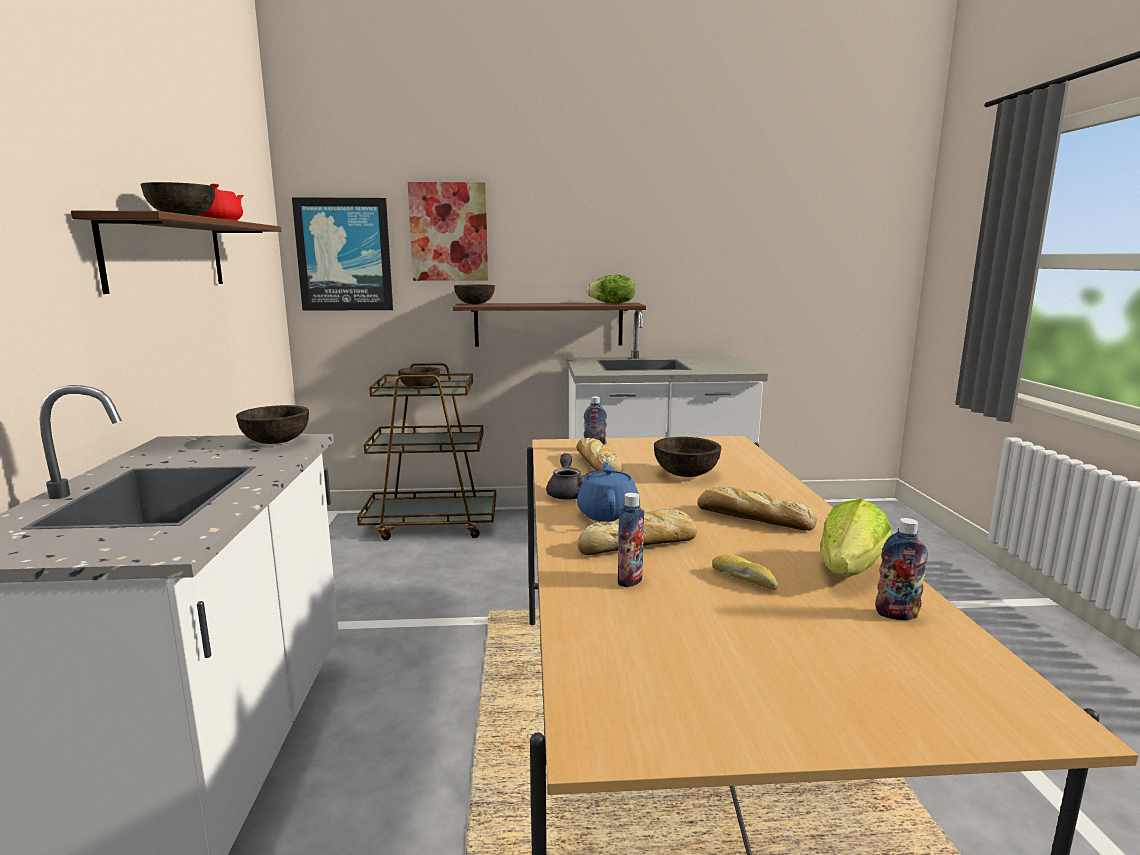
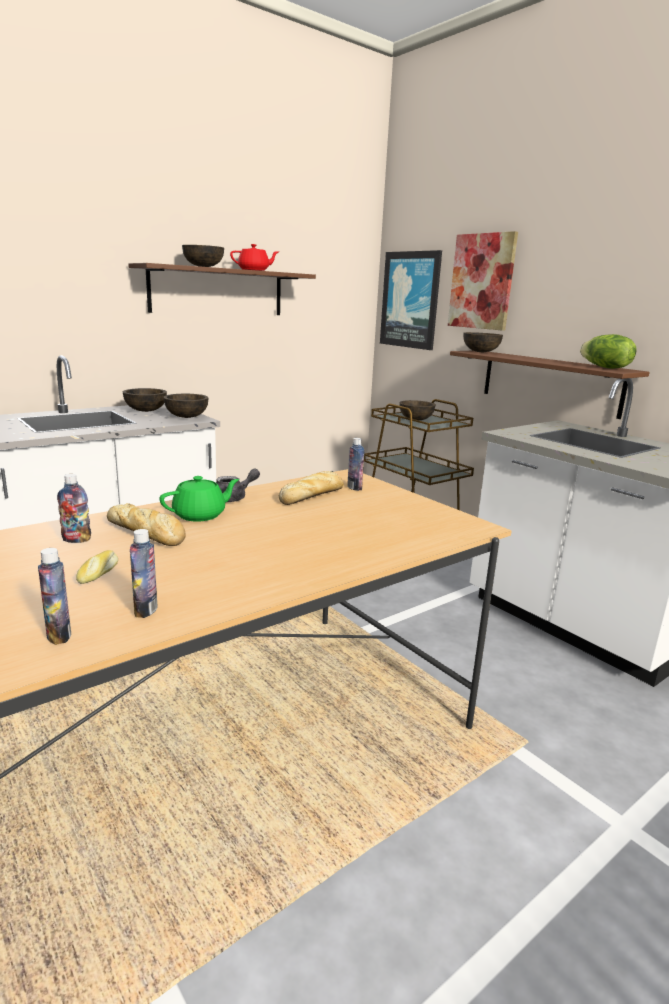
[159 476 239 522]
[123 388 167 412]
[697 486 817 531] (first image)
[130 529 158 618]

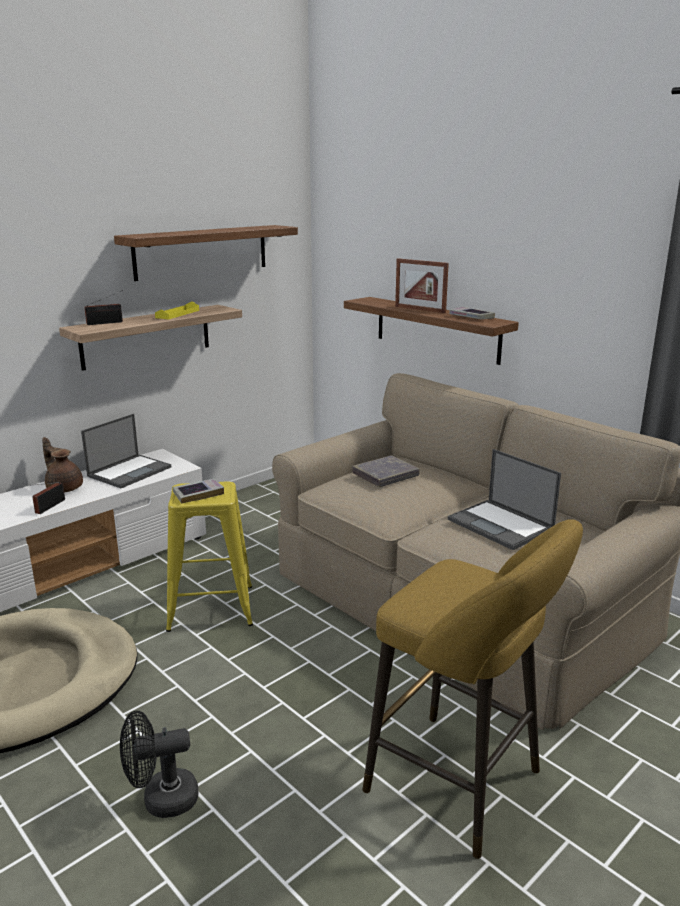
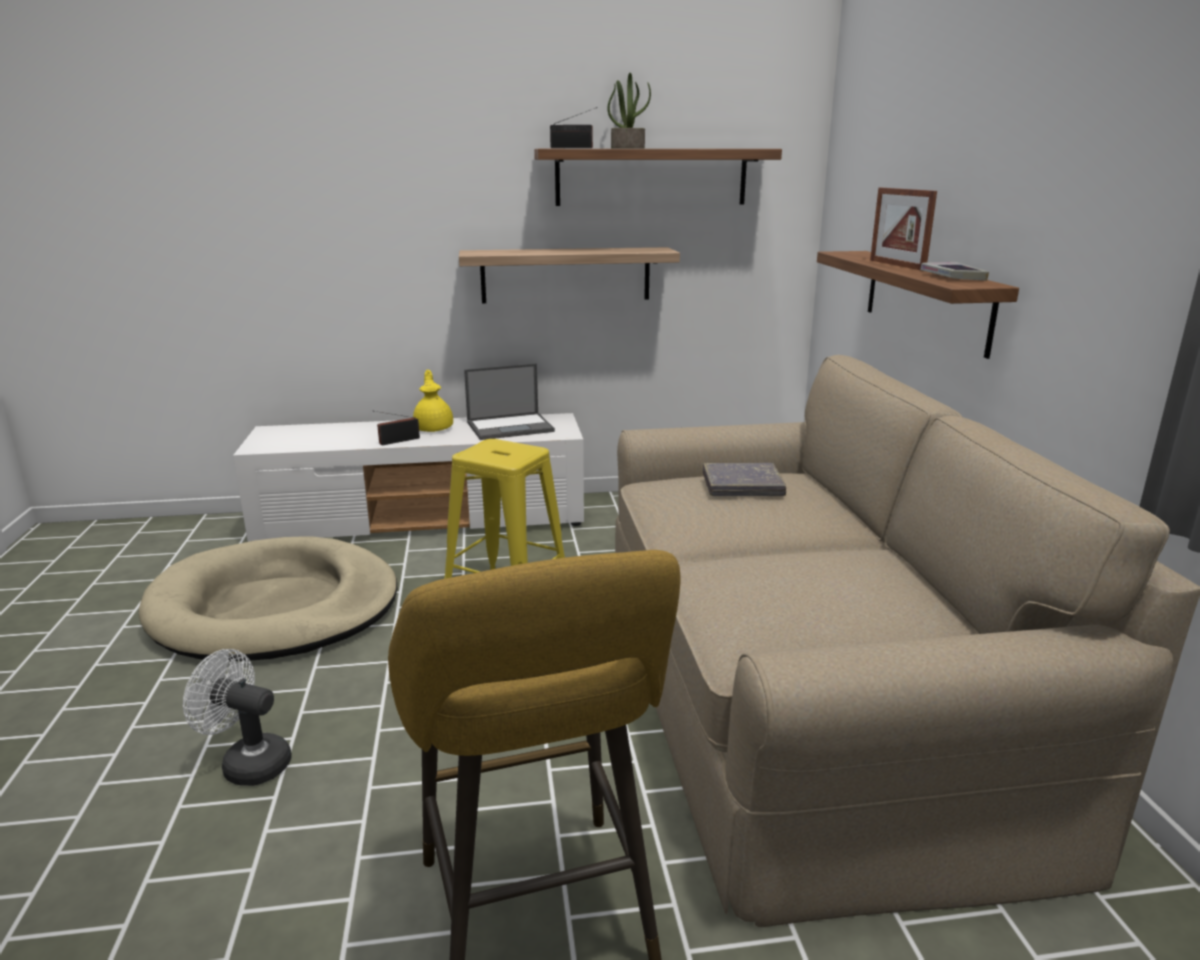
[413 370 453 432]
[550 107 597 148]
[183 649 291 786]
[155 301 199 319] (first image)
[173 478 224 504] (first image)
[448 449 561 550] (first image)
[607 73 651 149]

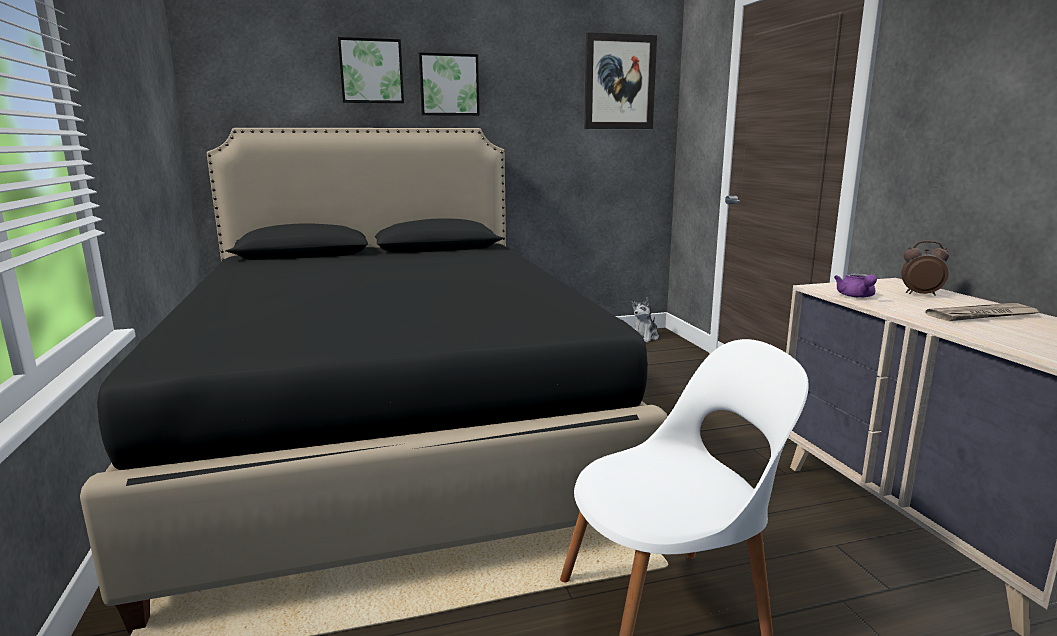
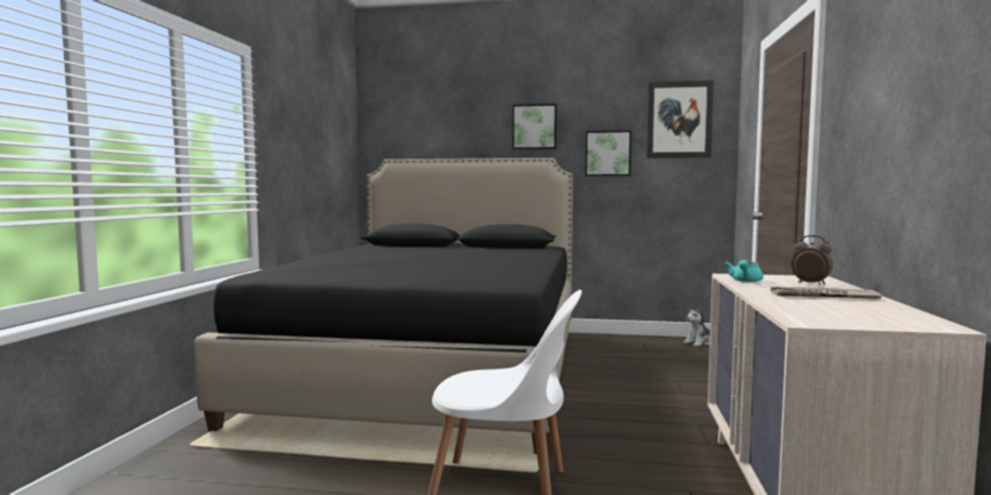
[585 130 632 176]
[725 260 763 282]

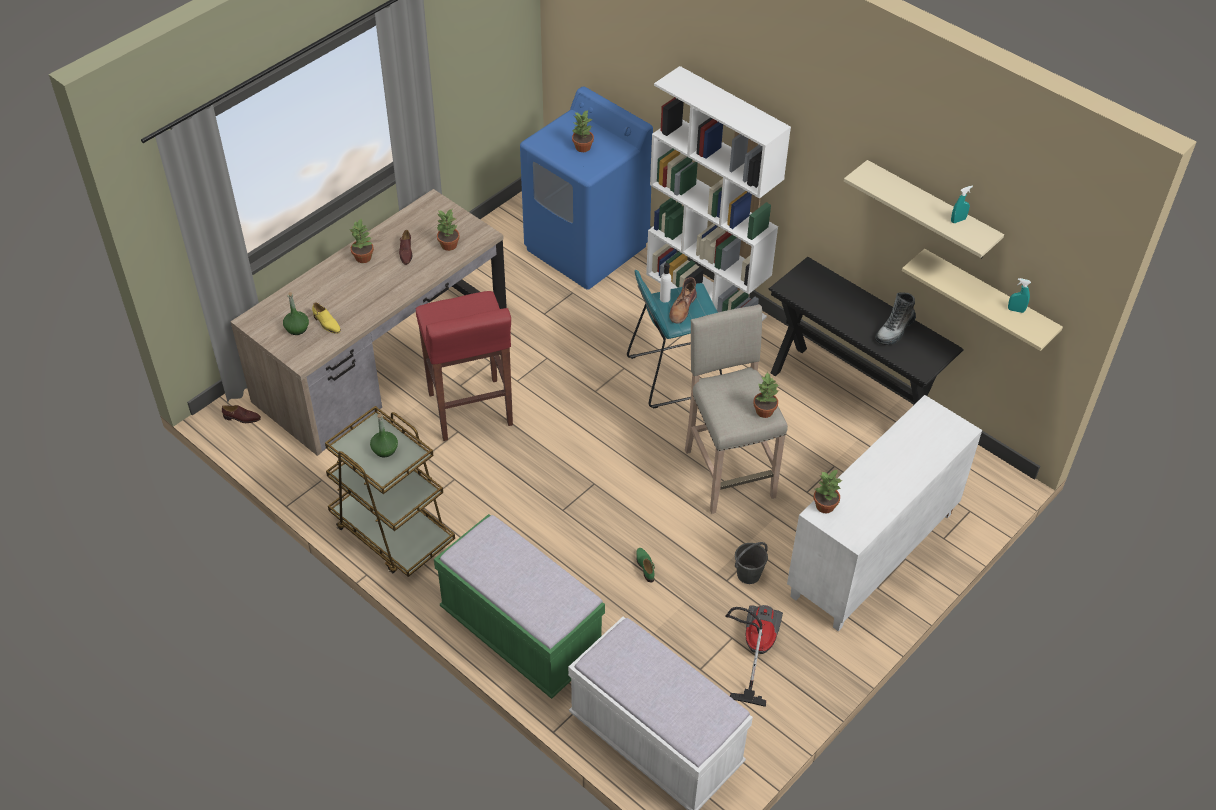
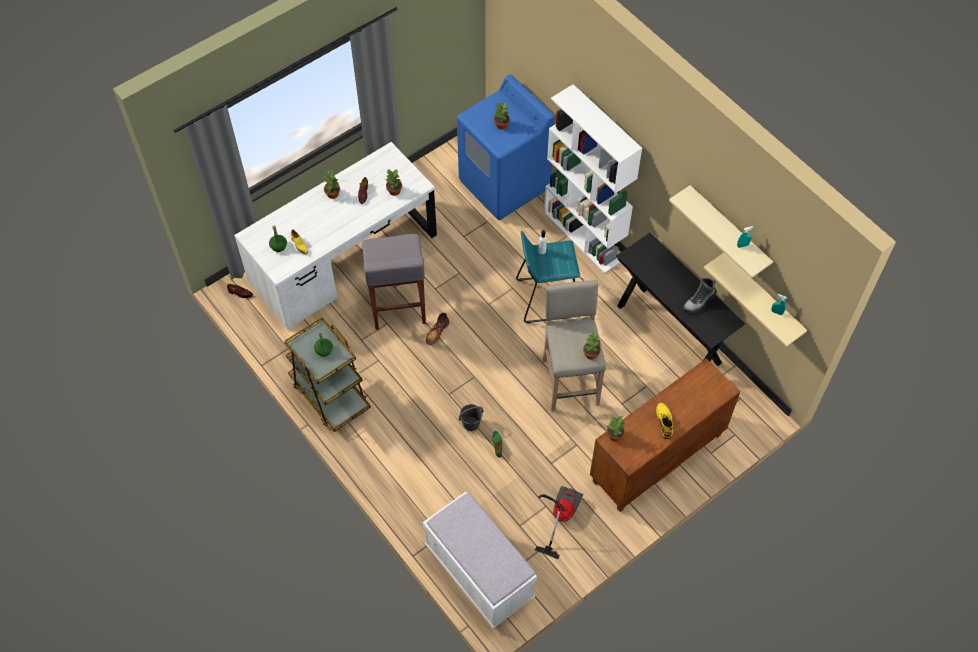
[234 142 437 330]
[362 234 426 330]
[434 514 605 699] (first image)
[426 313 449 345]
[459 404 483 431]
[590 358 740 512]
[656 403 673 439]

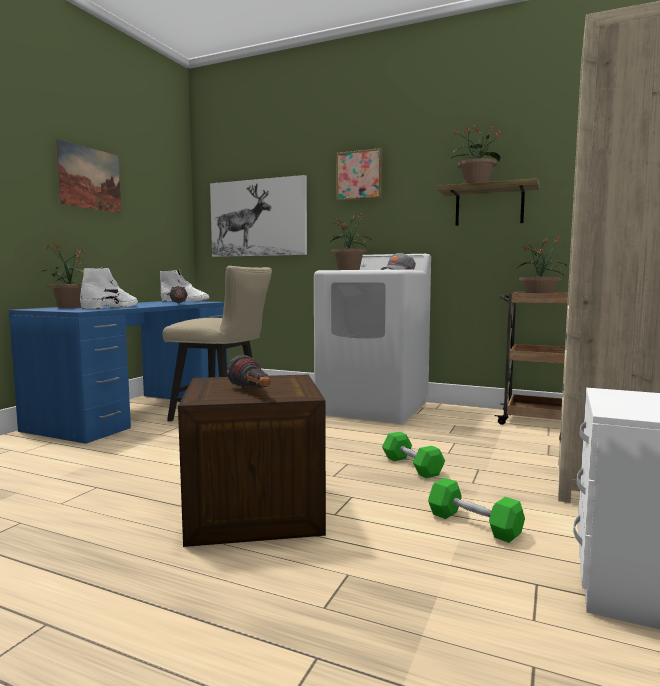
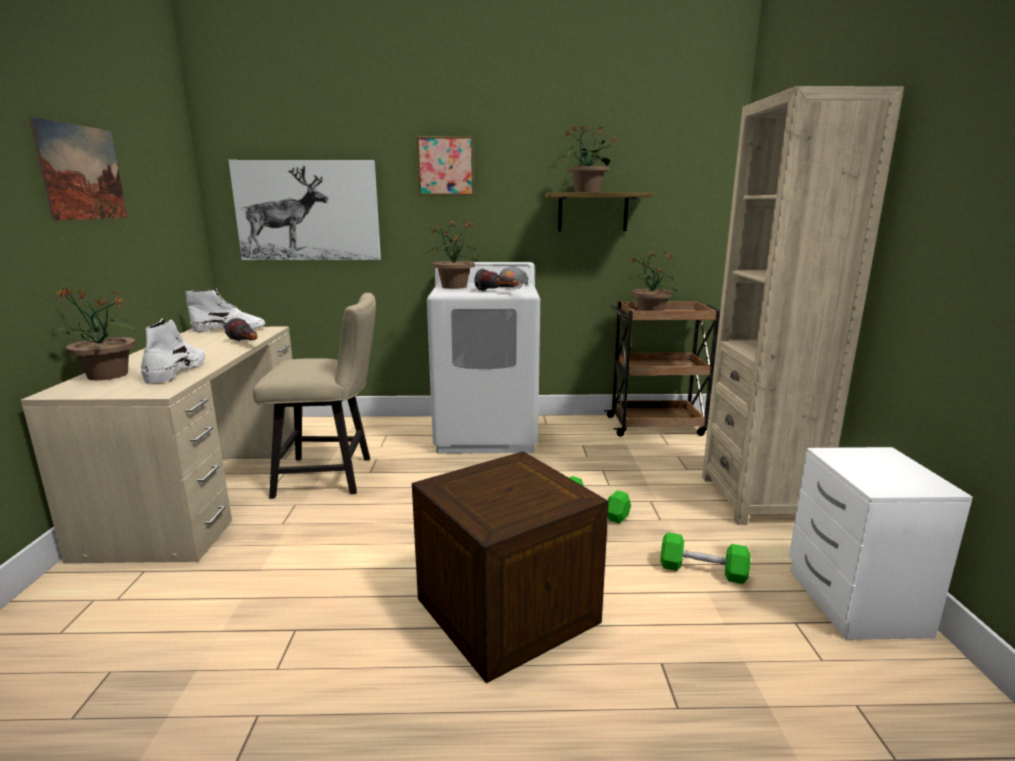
[21 327 295 563]
[474 269 519 291]

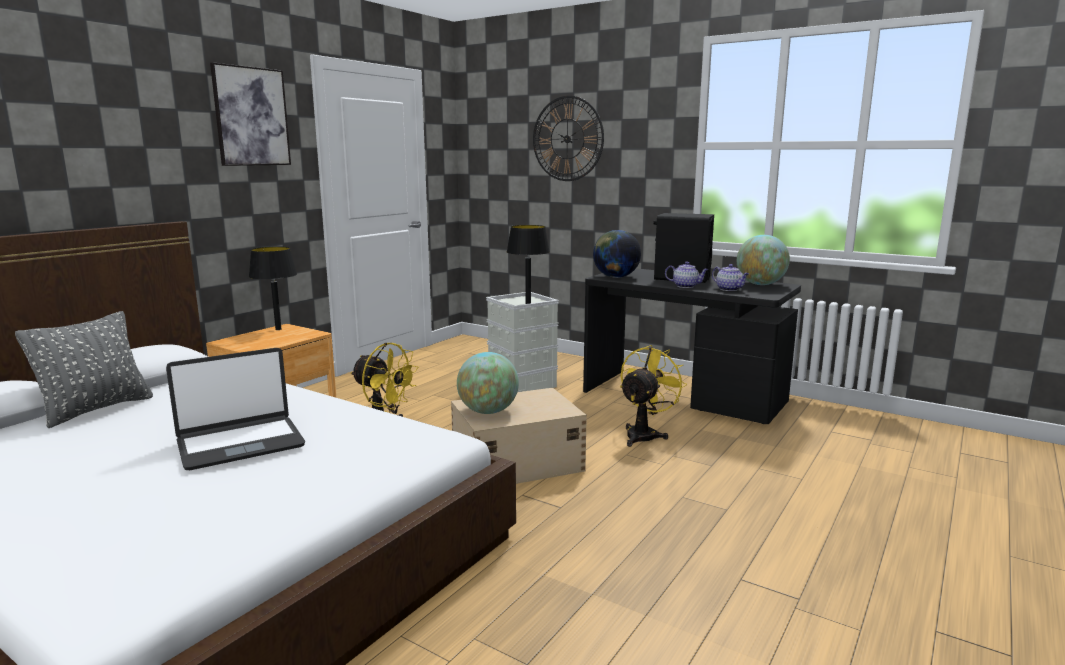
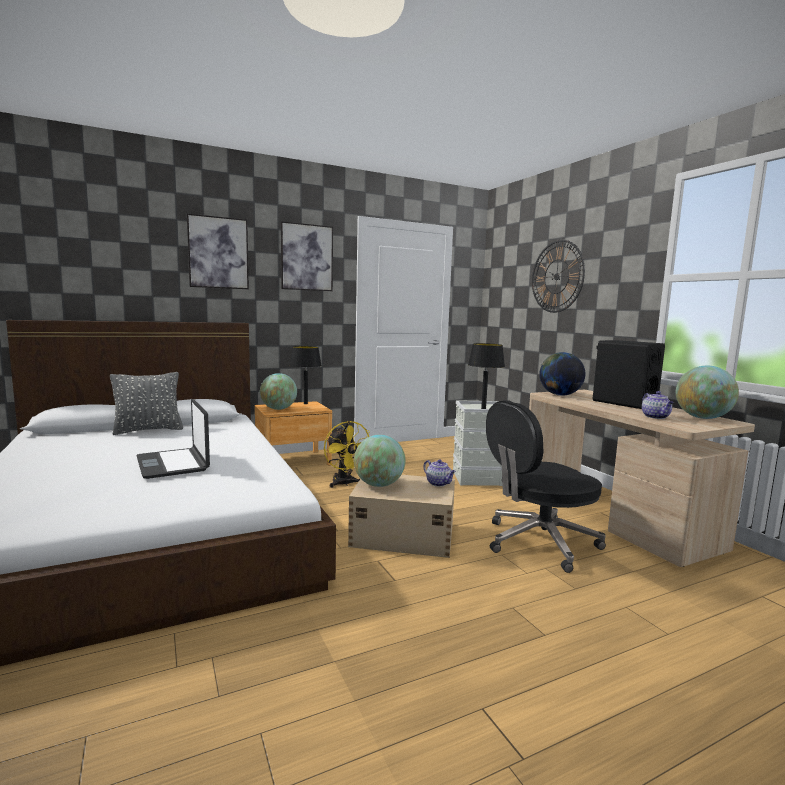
[136 399 210 479]
[529 390 755 567]
[486 400 606 573]
[423 459 456 487]
[187 213 249 289]
[260 373 297 410]

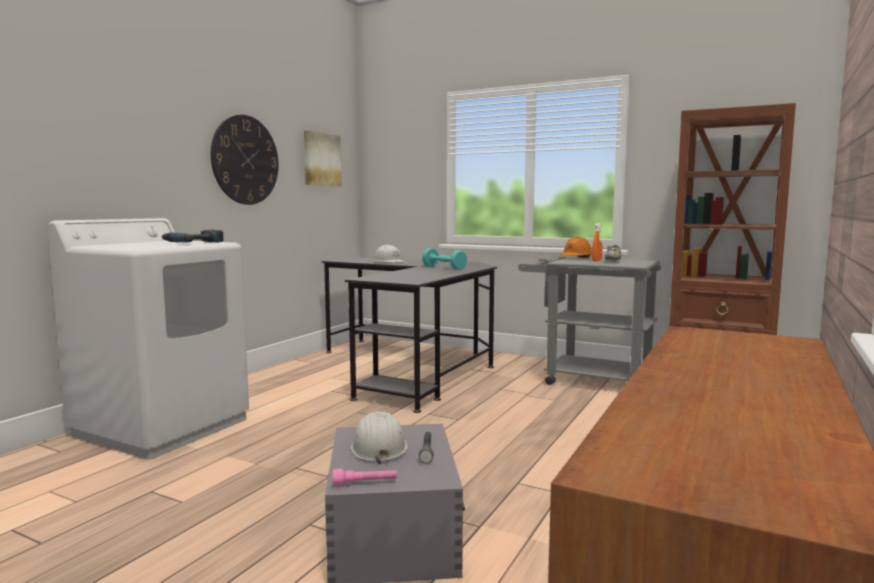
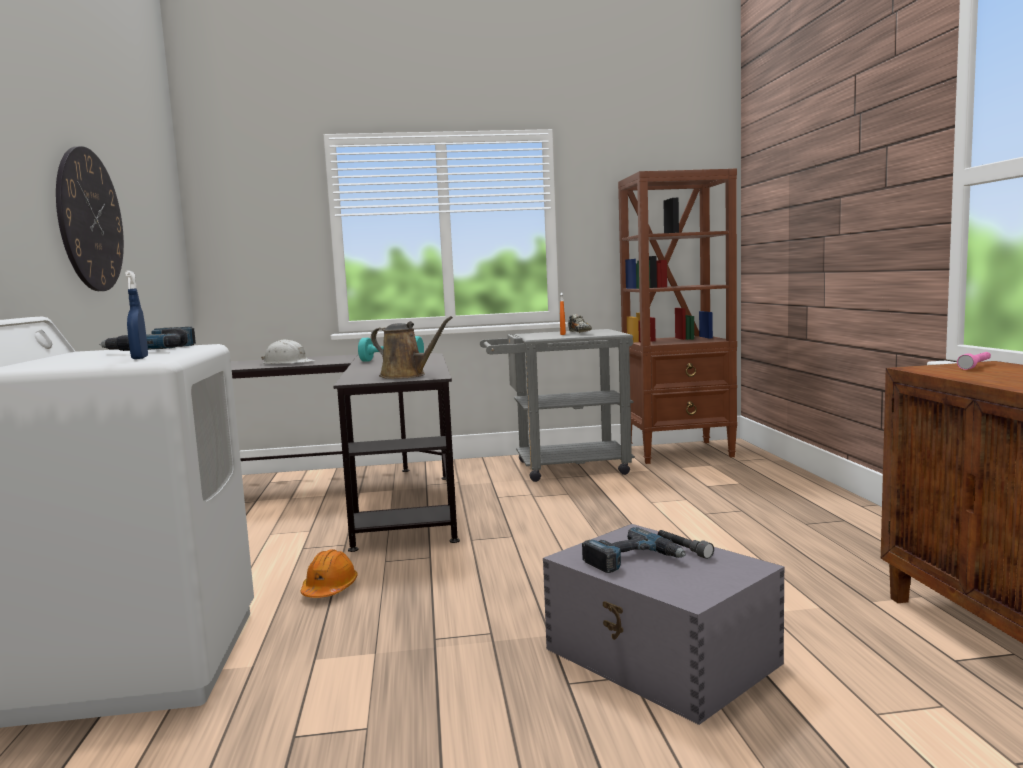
[304 131 342 186] (first image)
[957 352 991 370]
[582 527 686 573]
[300 549 358 598]
[125 271 148 359]
[371 316 453 379]

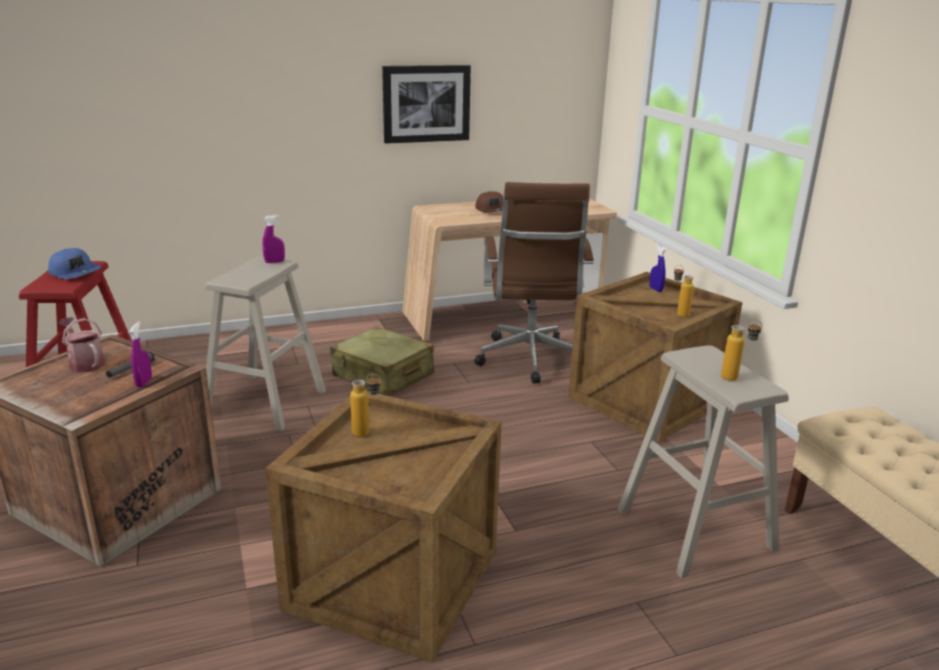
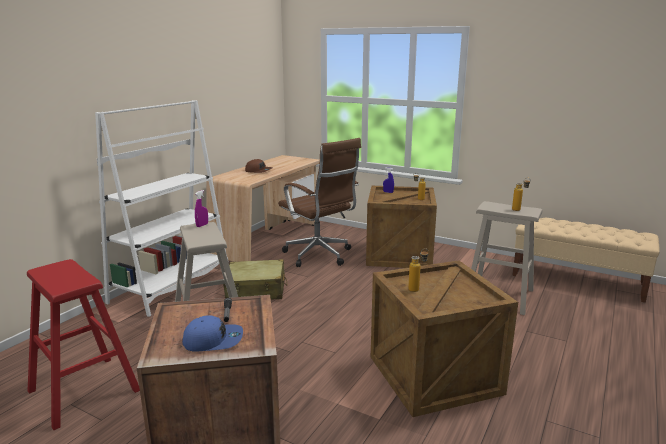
[182 315 243 352]
[59 317 105 372] (first image)
[129 322 152 388] (first image)
[382 65 471 144] (first image)
[95 100 229 317]

